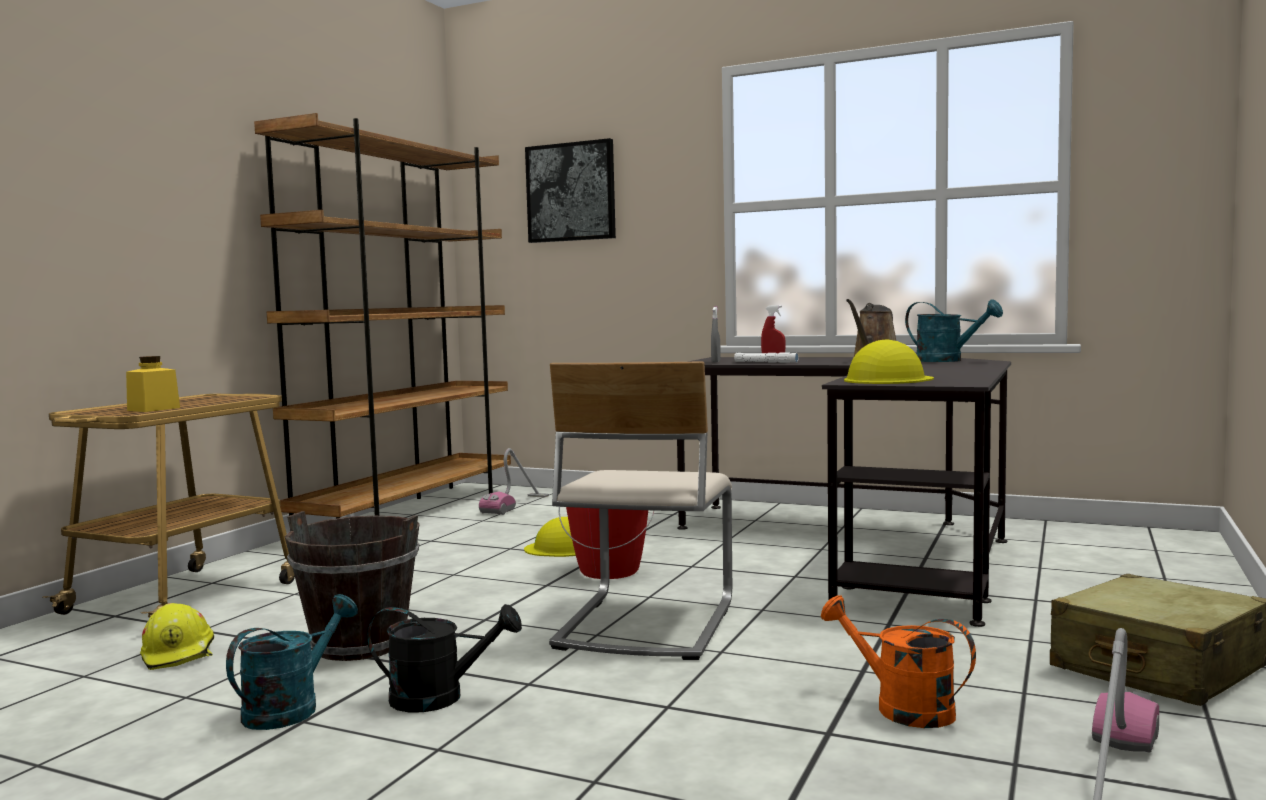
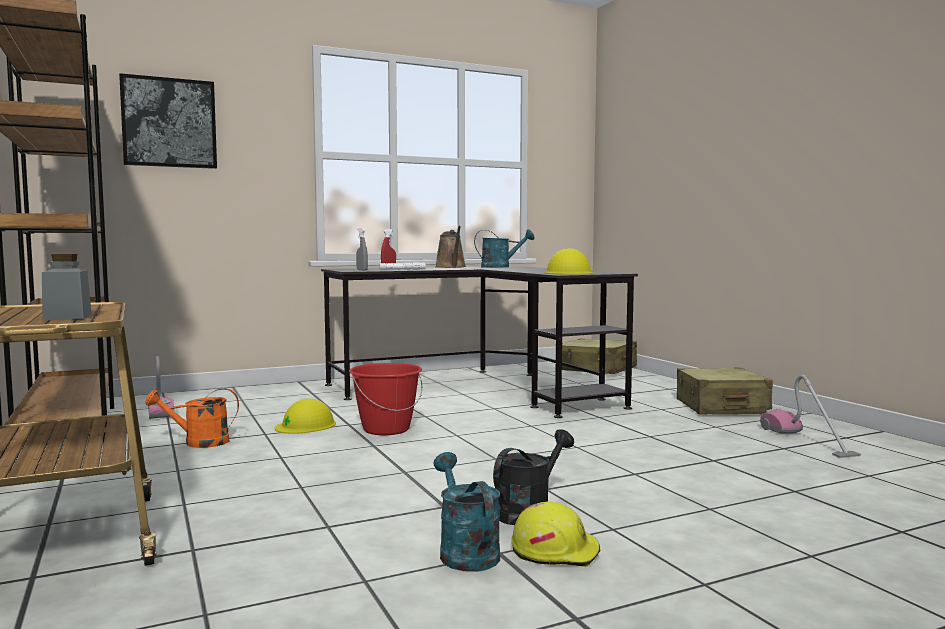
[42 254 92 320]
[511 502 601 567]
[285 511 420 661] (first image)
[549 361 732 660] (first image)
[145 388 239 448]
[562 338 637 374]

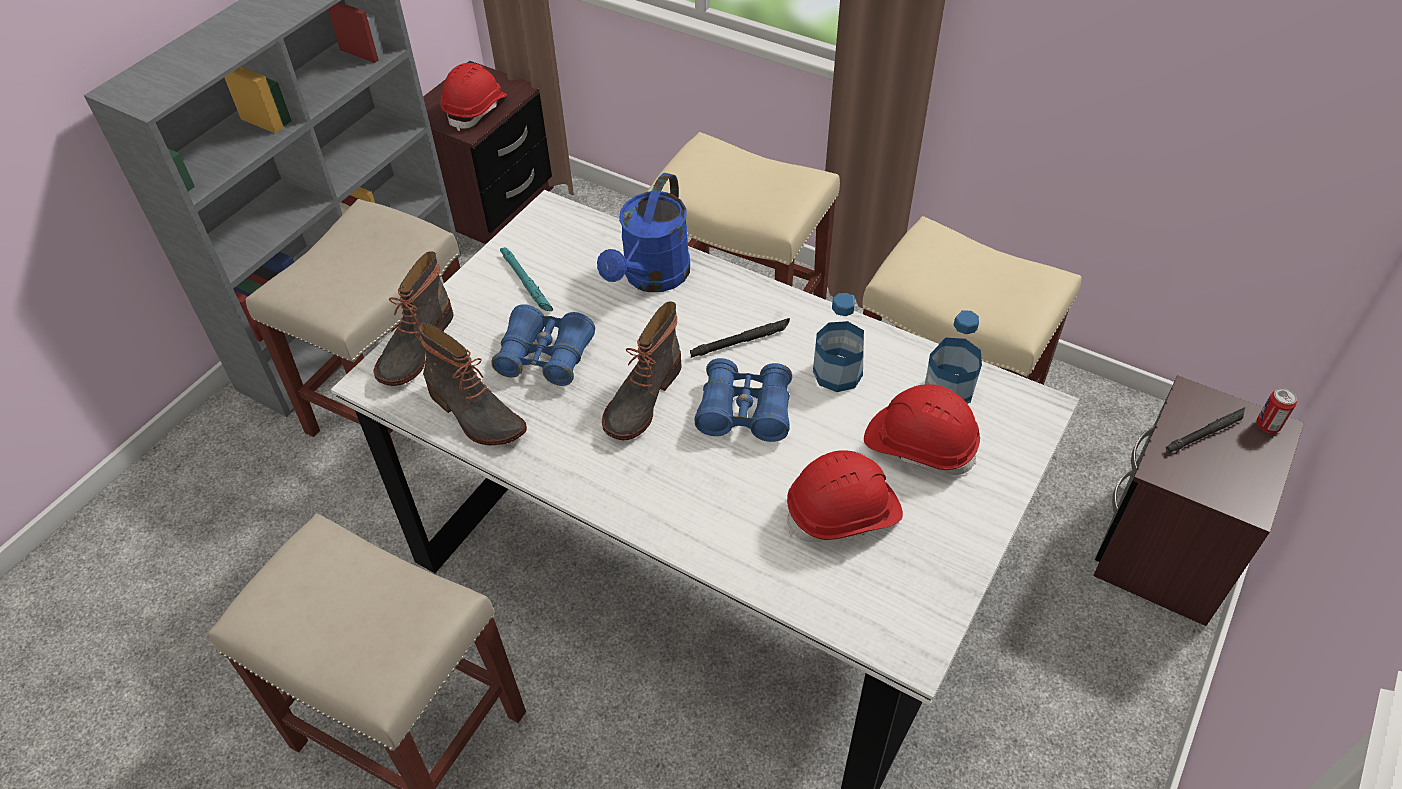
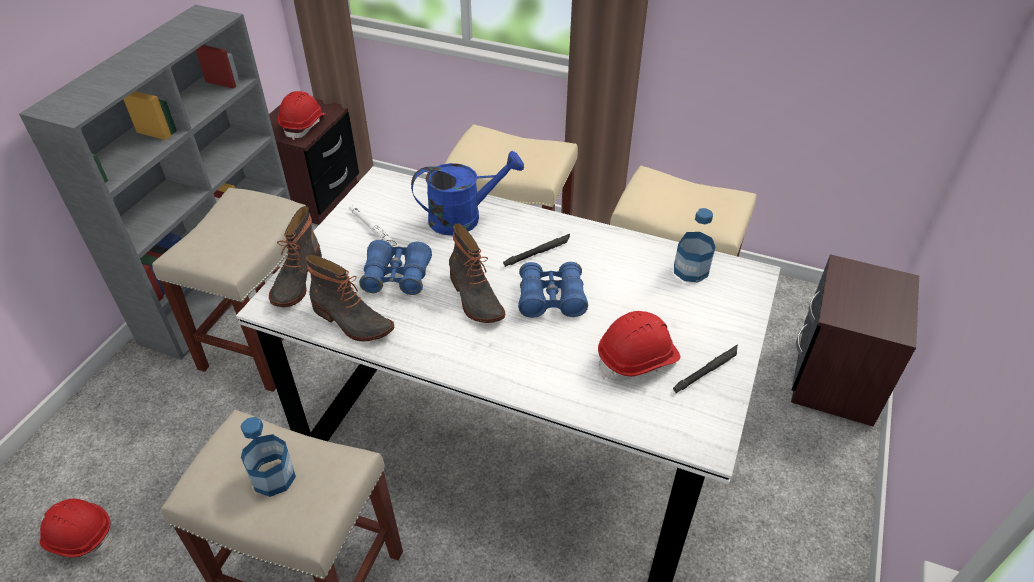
[349 206 397 246]
[411 151 524 235]
[449 223 505 323]
[241 417 296 497]
[40 499 113 557]
[673 344 738 393]
[1256 388 1297 433] (first image)

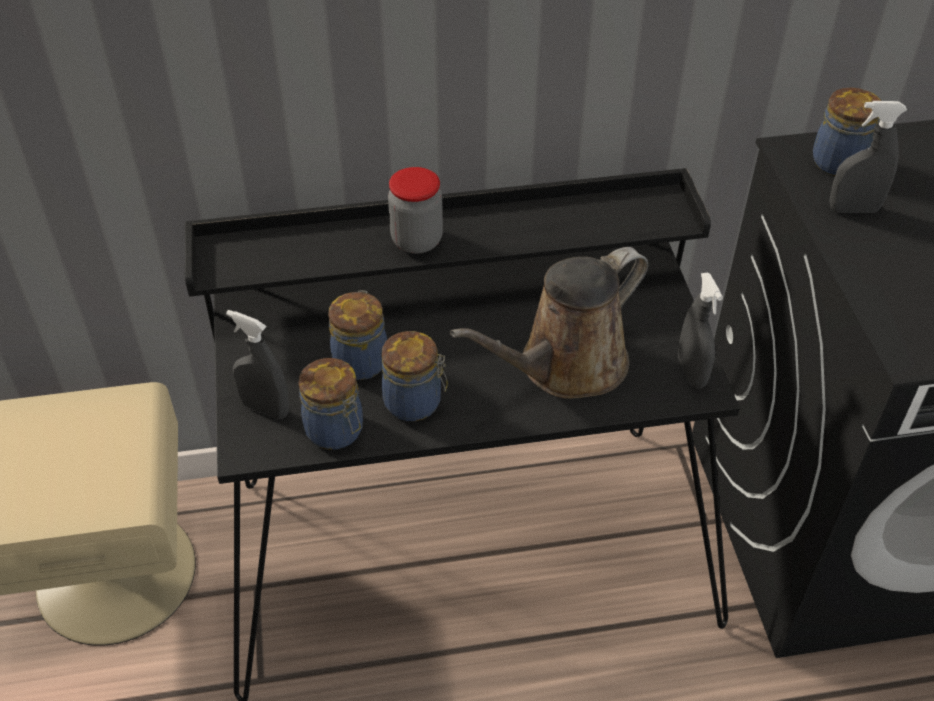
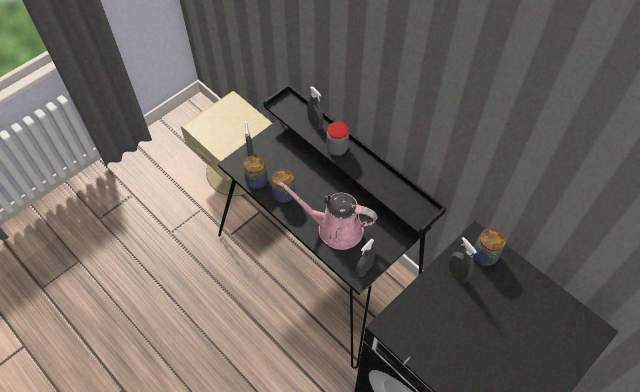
[328 290 387 380] (first image)
[277 181 377 250]
[307 86 324 129]

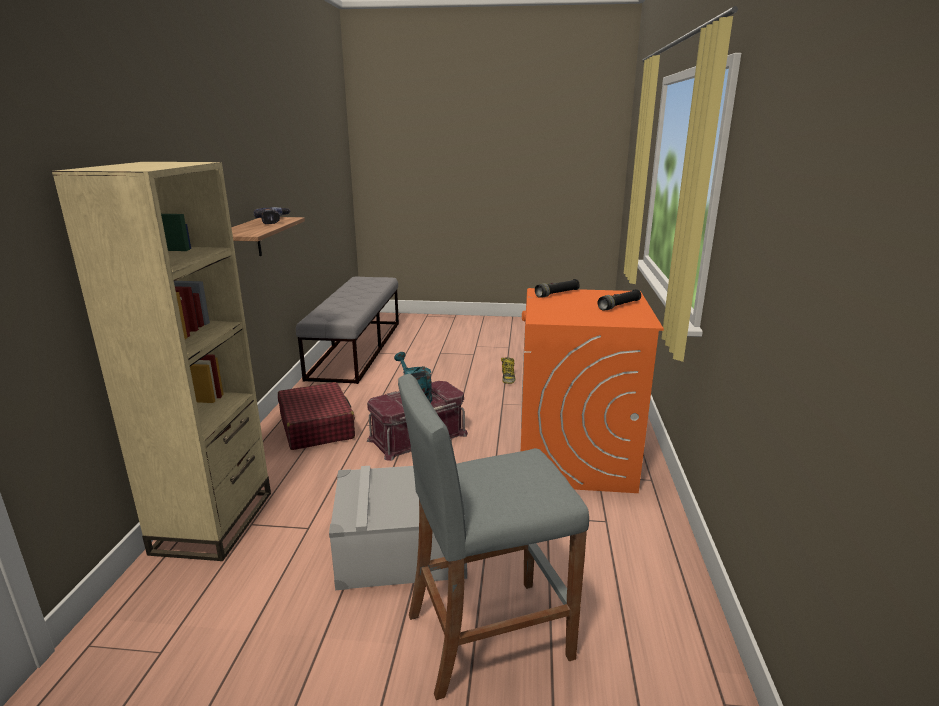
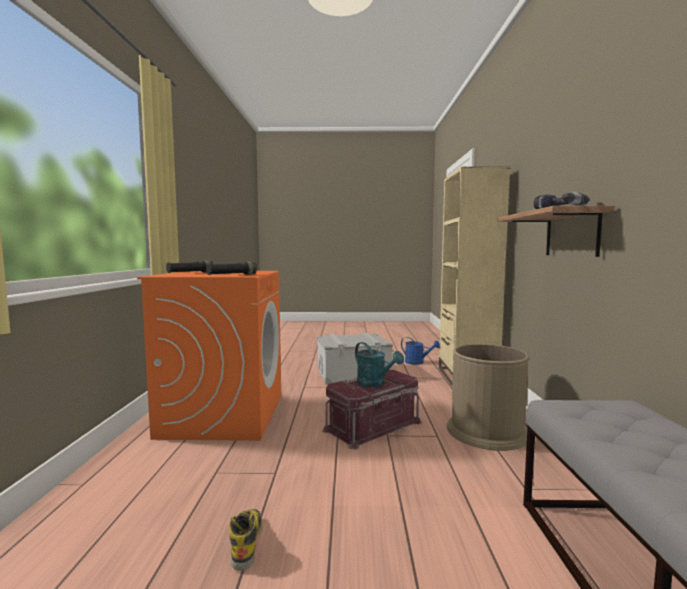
[447 344 529 451]
[398 374 589 700] (first image)
[401 337 440 365]

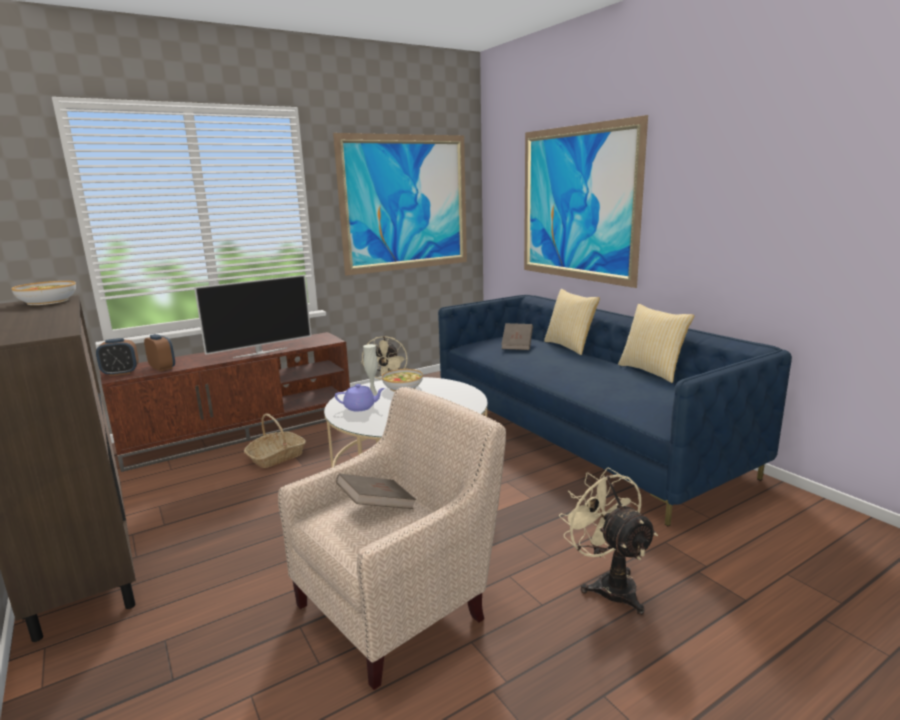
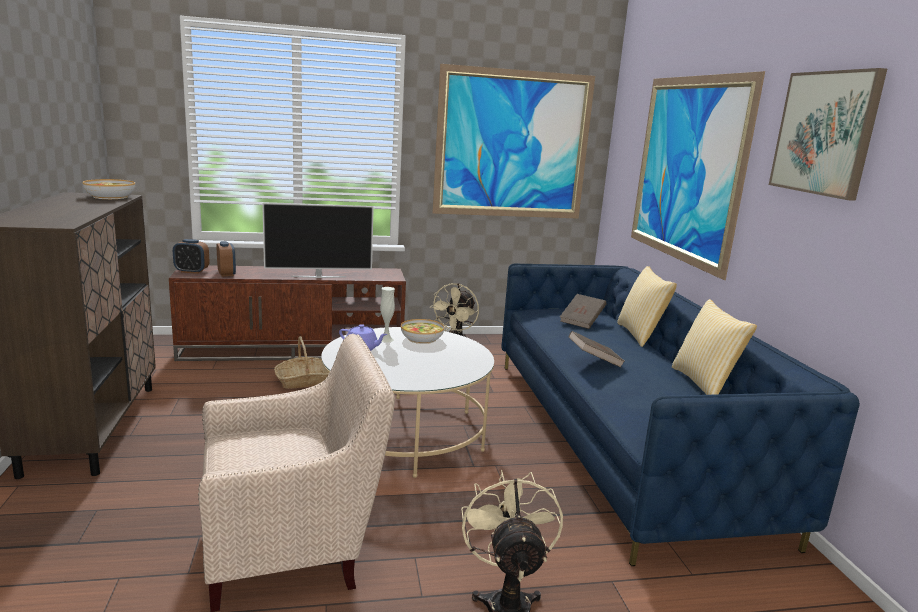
[569 331 625 368]
[769 68 887 201]

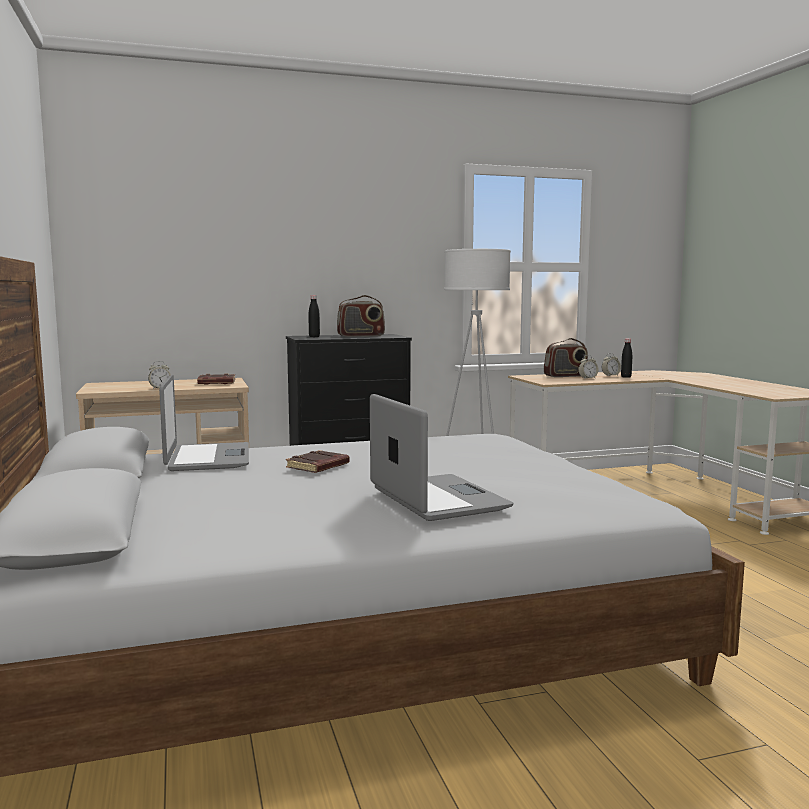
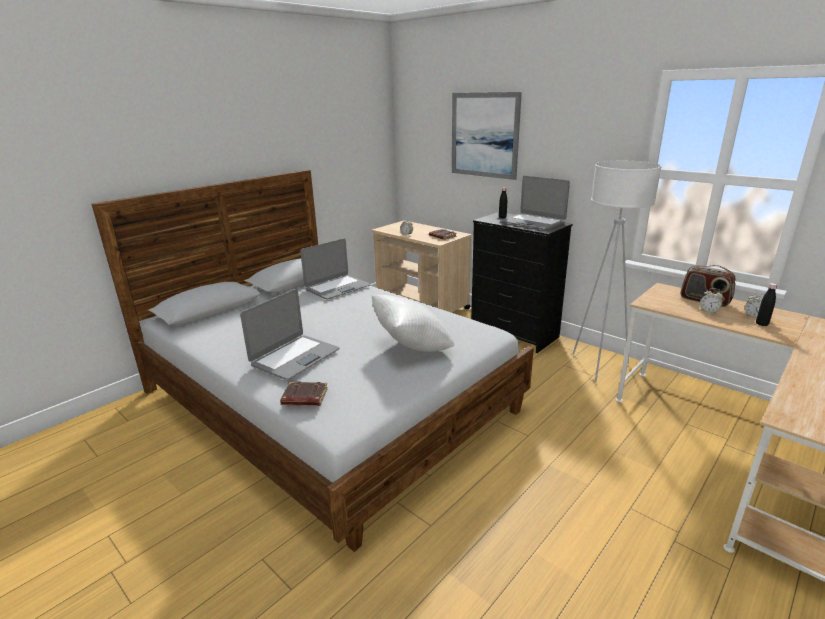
[280 382 328 406]
[500 176 570 230]
[372 295 454 352]
[452 92 522 180]

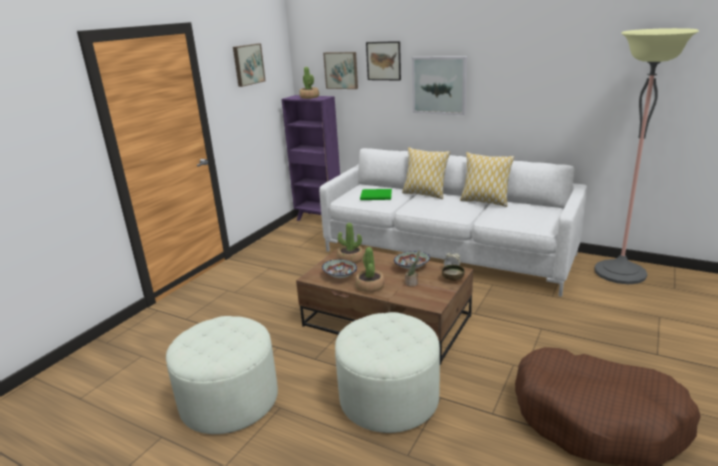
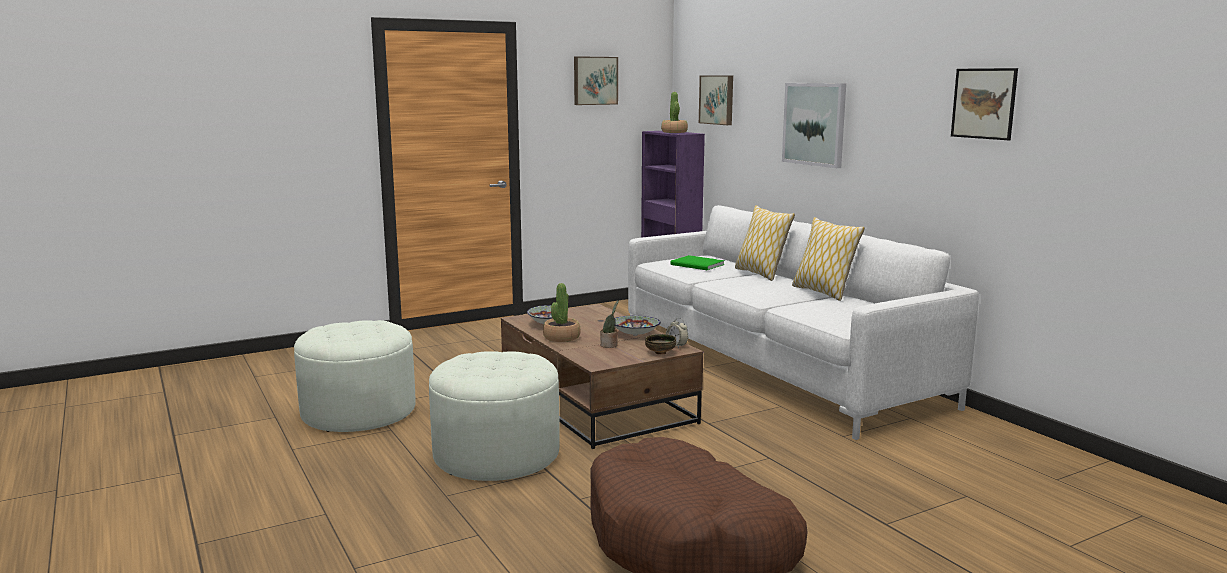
[337 223 364 264] (first image)
[951 68 1018 140]
[594 28 699 284] (first image)

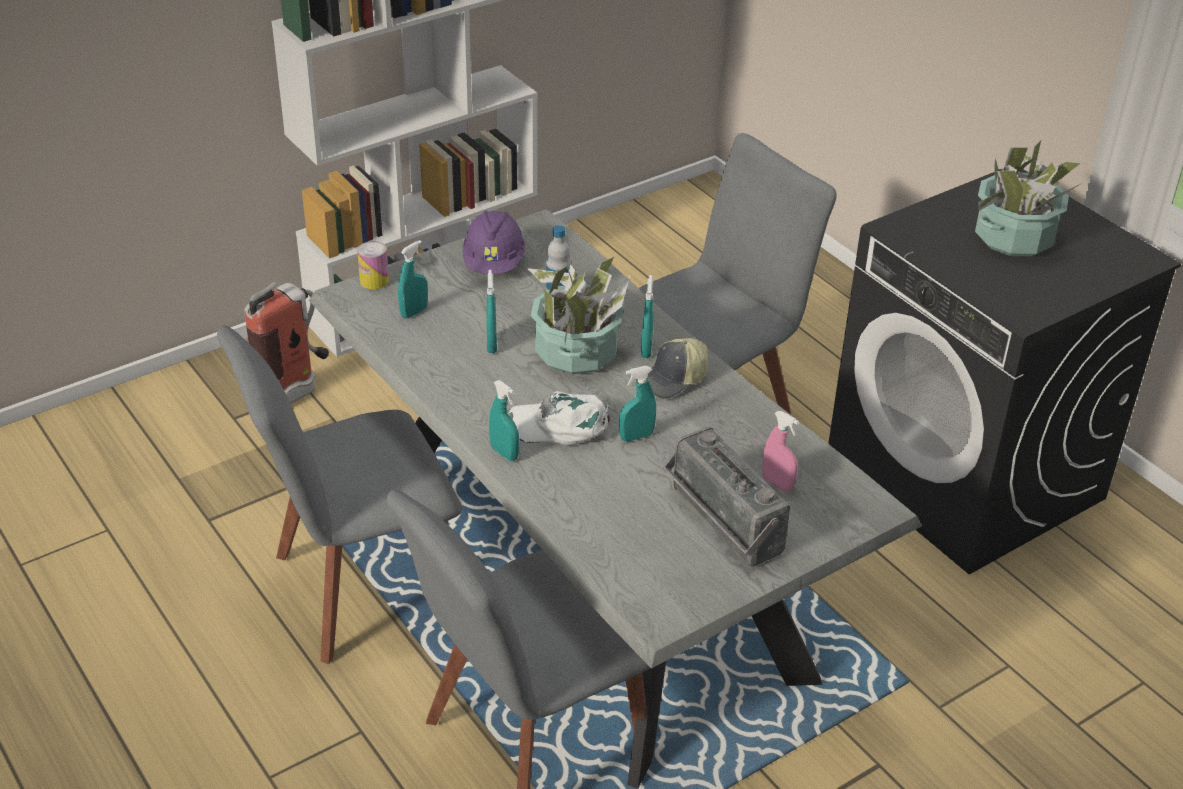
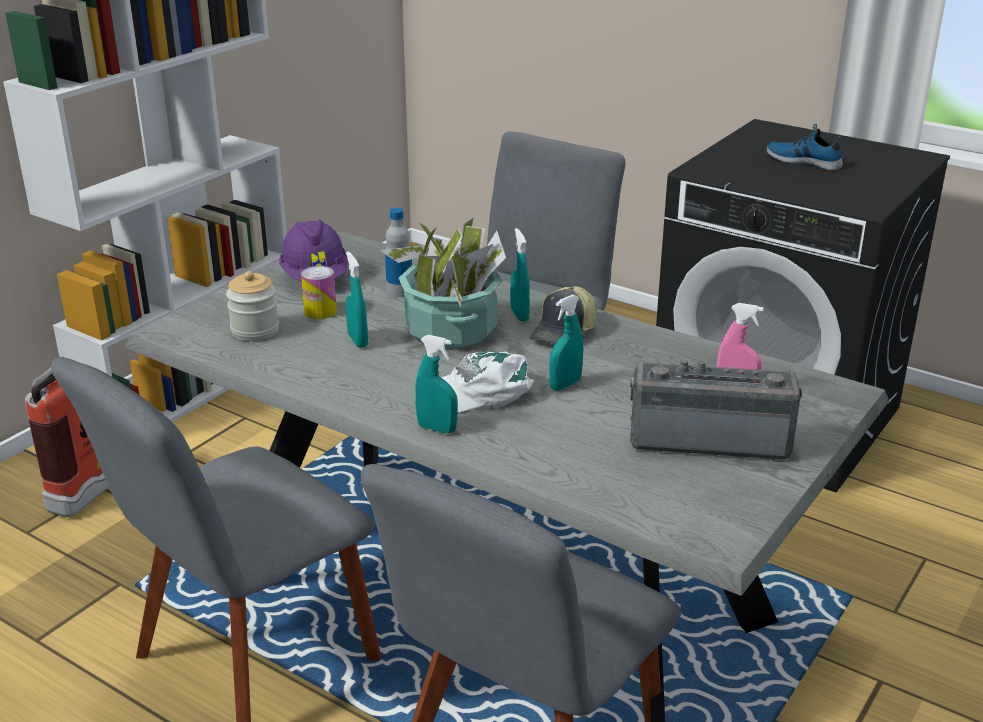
[301 266 337 319]
[226 271 279 341]
[630 360 802 460]
[767 124 843 170]

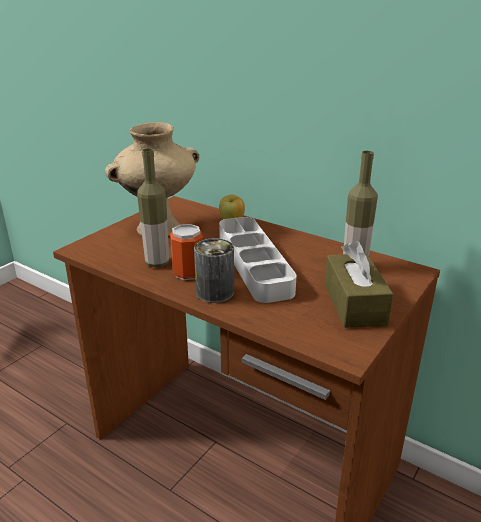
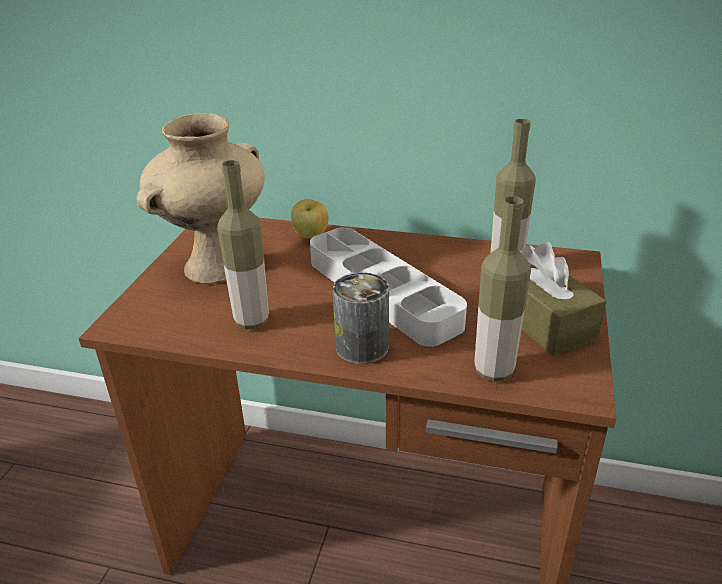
[170 224 203 280] (first image)
[474 196 531 382]

